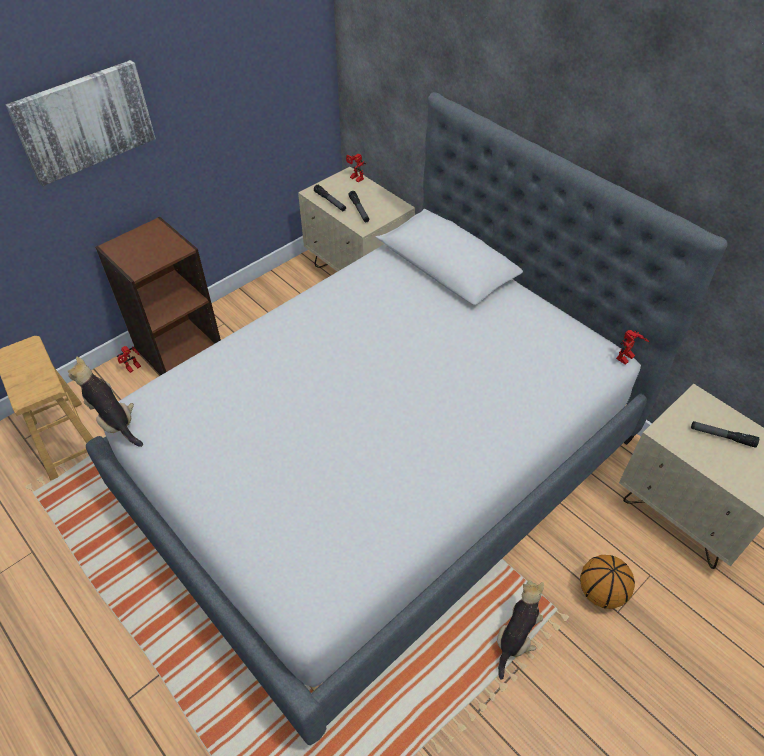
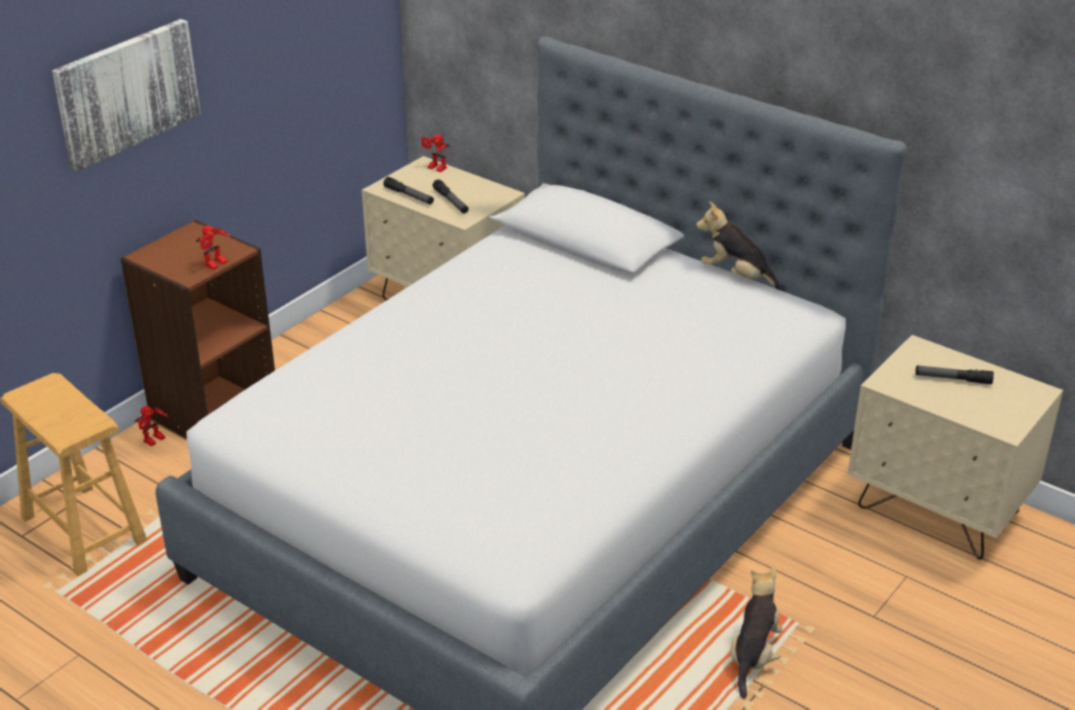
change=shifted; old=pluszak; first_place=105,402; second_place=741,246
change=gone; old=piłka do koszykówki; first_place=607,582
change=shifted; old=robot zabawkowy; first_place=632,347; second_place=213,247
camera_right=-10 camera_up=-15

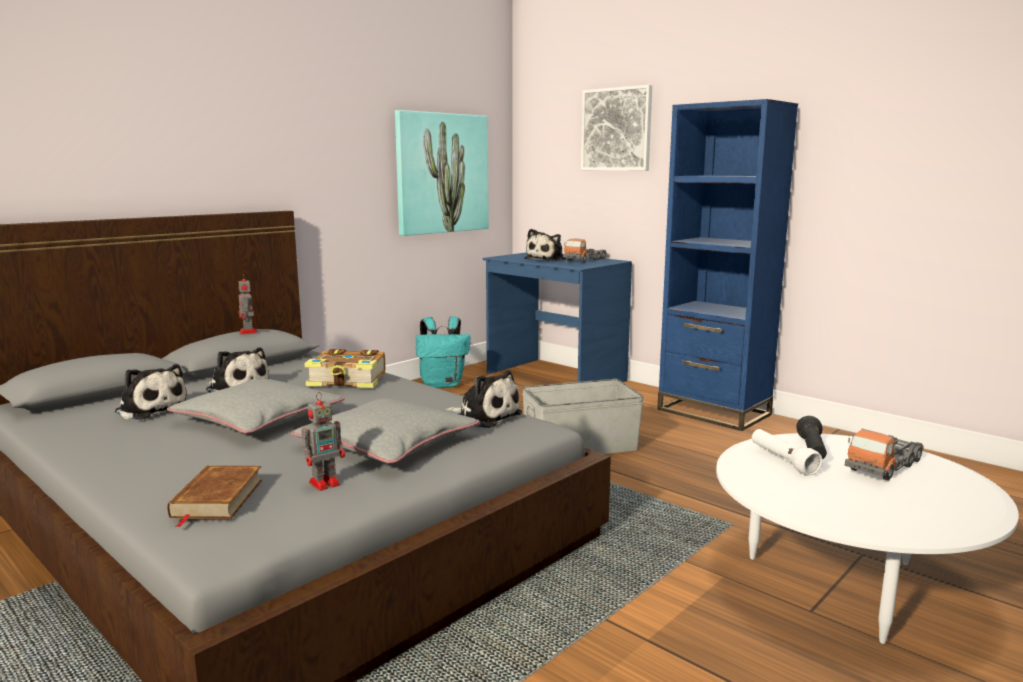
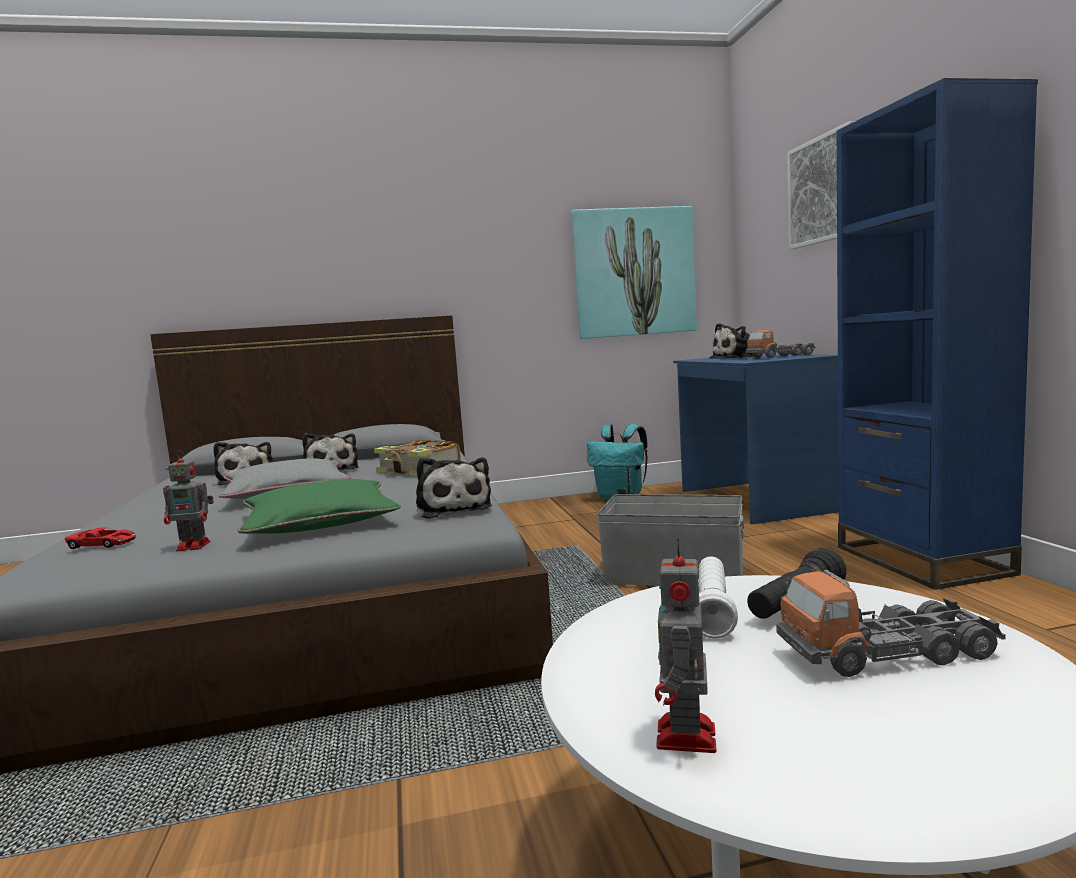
change=swapped; old=książka [brązowy]; new=samochodzik [czerwony]; first_place=214,496; second_place=100,538
change=shifted; old=robot zabawkowy; first_place=247,304; second_place=686,646
change=repainted; old=poduszka [szary]; new=poduszka [zielony]; first_place=385,430; second_place=319,506
camera_right=35 camera_up=-5

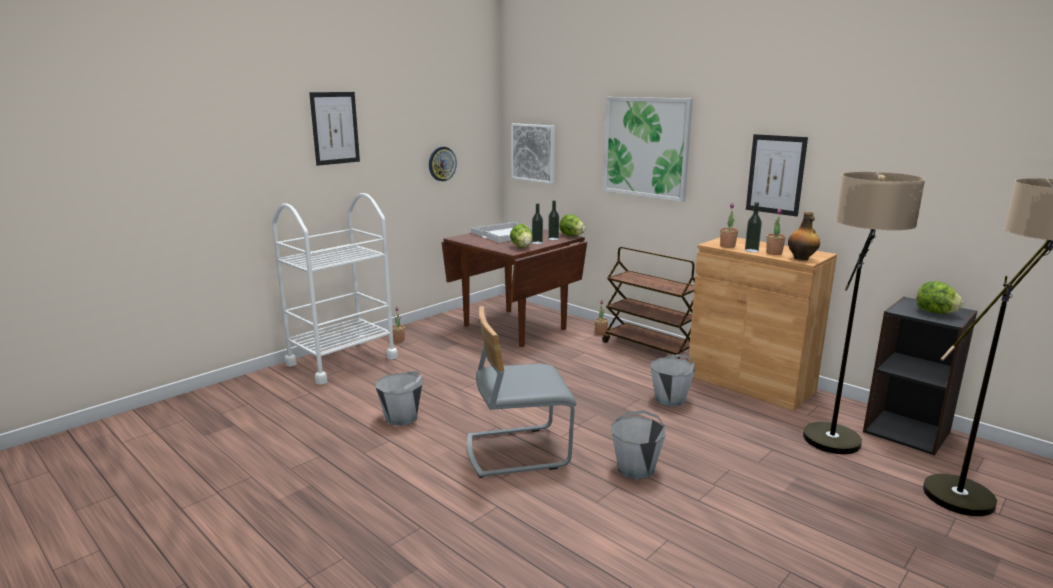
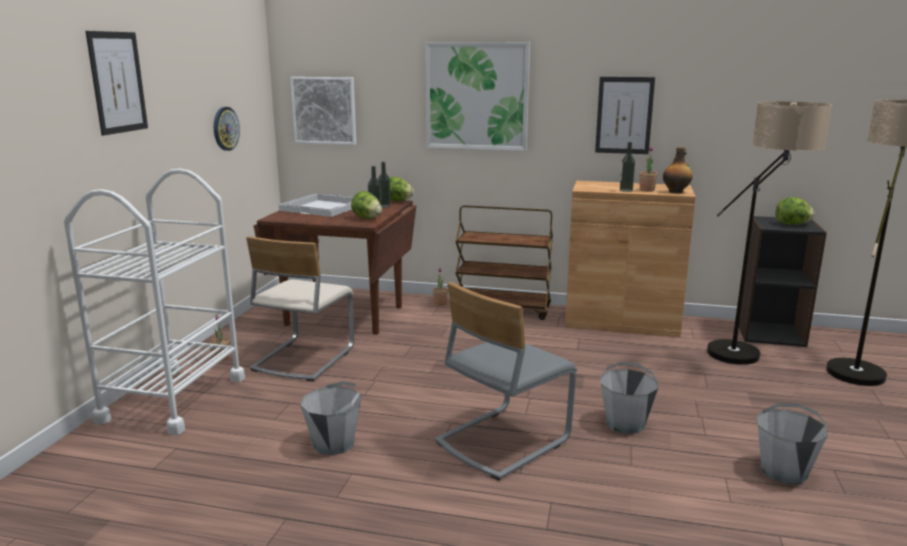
change=shifted; old=wiadro [szary]; first_place=672,380; second_place=792,443
change=gone; old=roślina doniczkowa; first_place=729,225
change=new; new=krzesło [beżowy]; second_place=300,308
camera_right=-30 camera_up=0

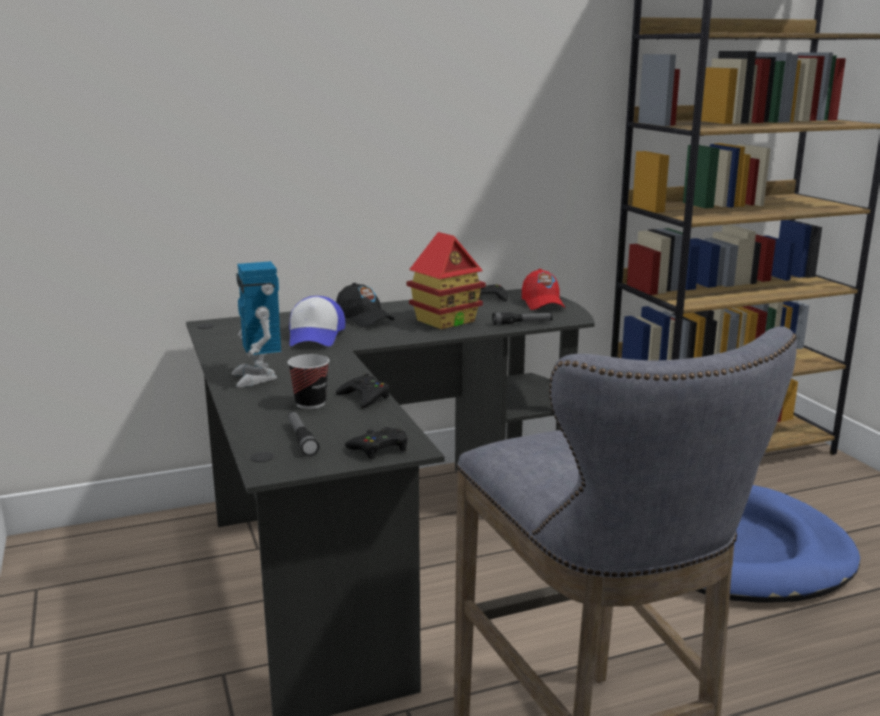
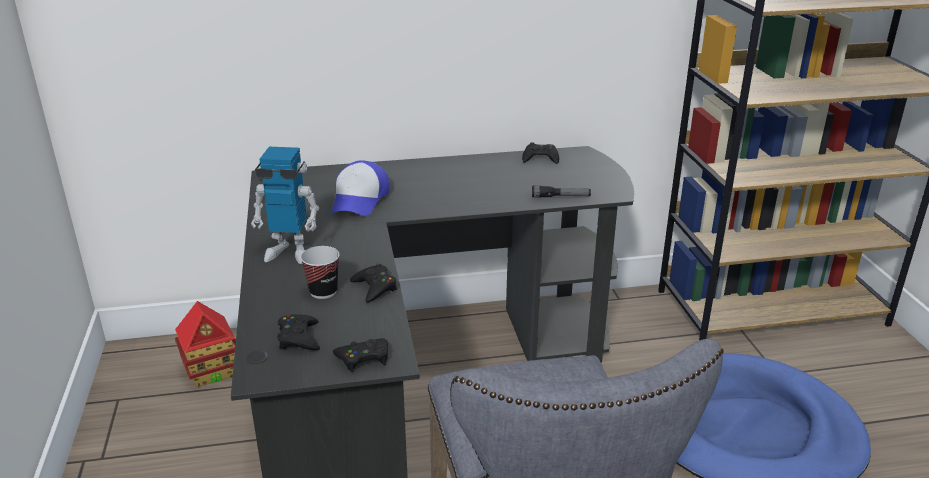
change=rotated; old=robot zabawkowy; first_place=256,324; second_place=285,205; degrees=-75
change=swapped; old=latarka; new=pad do gier [czarny]; first_place=303,433; second_place=298,332
change=gone; old=czapka z daszkiem [czarny]; first_place=365,305
change=shifted; old=domek; first_place=445,280; second_place=205,344
change=gone; old=czapka z daszkiem [czerwony]; first_place=543,289
camera_right=10 camera_up=10

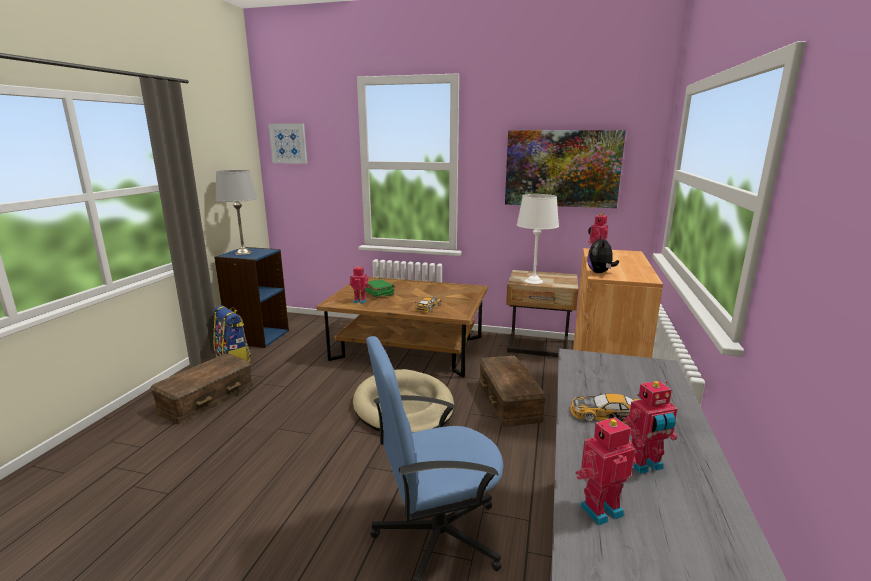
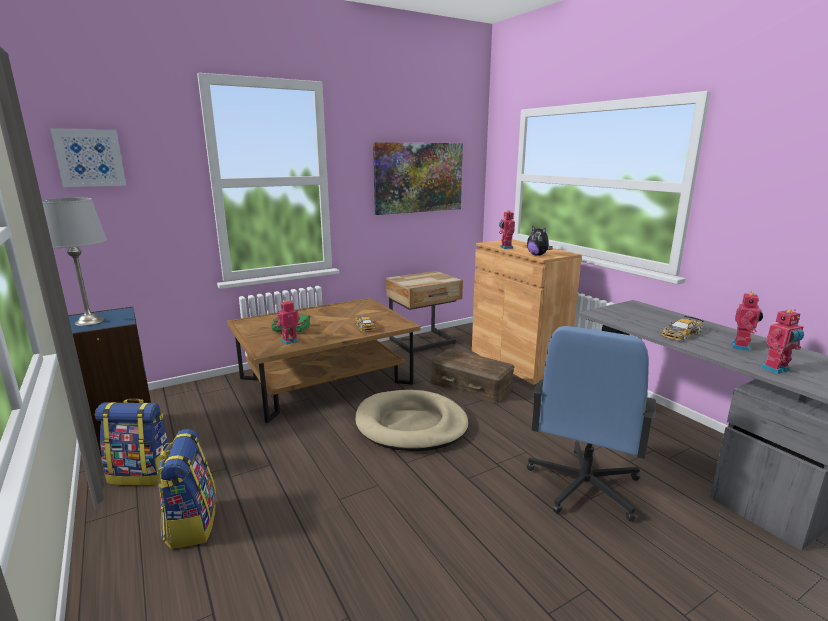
change=swapped; old=pojemnik do przechowywania [brązowy]; new=plecak; first_place=202,389; second_place=186,489
change=gone; old=lampa stołowa [biały]; first_place=538,239
change=rotated; old=robot zabawkowy; first_place=605,471; second_place=782,341; degrees=-135
camera_right=-45 camera_up=0

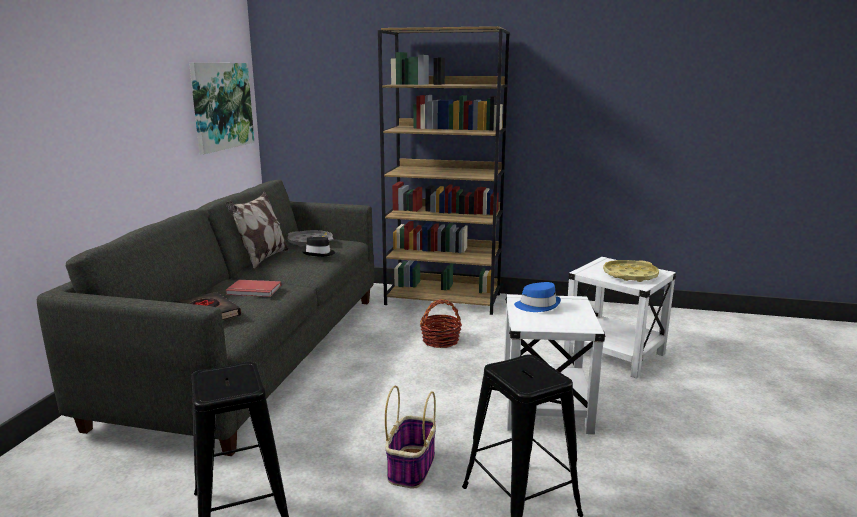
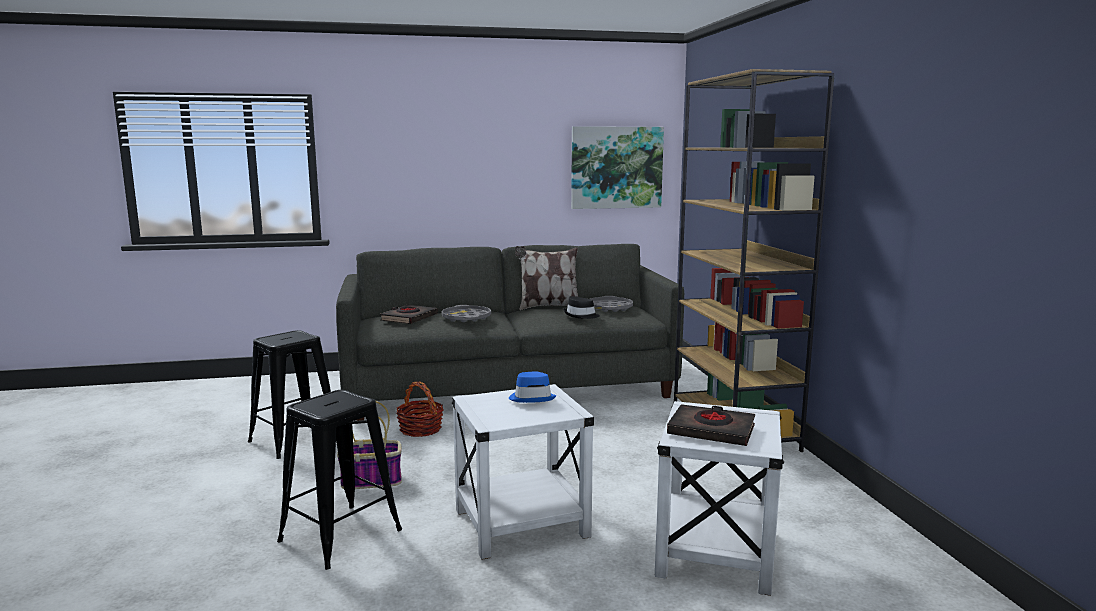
change=swapped; old=książka [czerwony]; new=taca [szary]; first_place=253,288; second_place=466,313
change=shifted; old=koszyk; first_place=441,323; second_place=420,409
change=swapped; old=taca [żółty]; new=książka [czarny]; first_place=631,271; second_place=711,425
camera_right=65 camera_up=-5

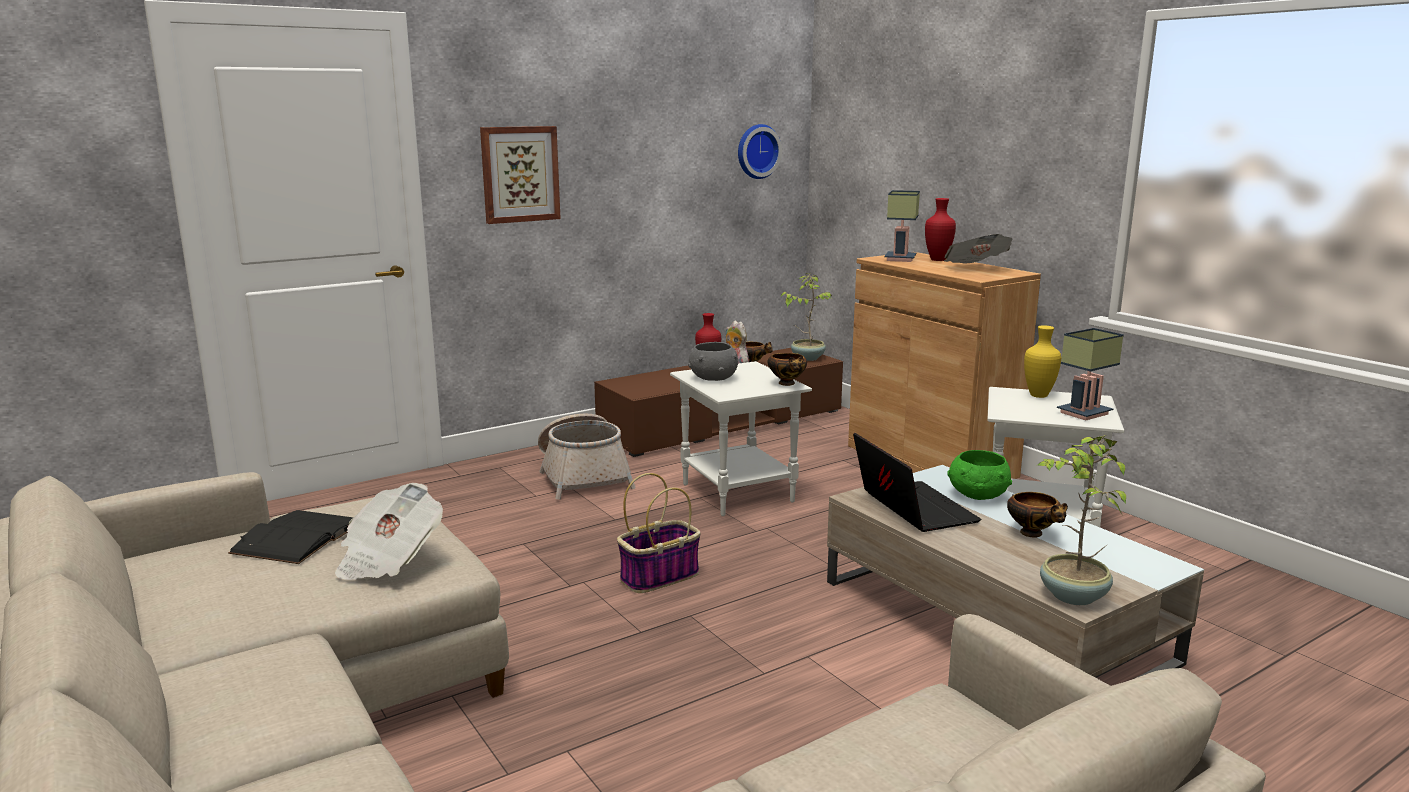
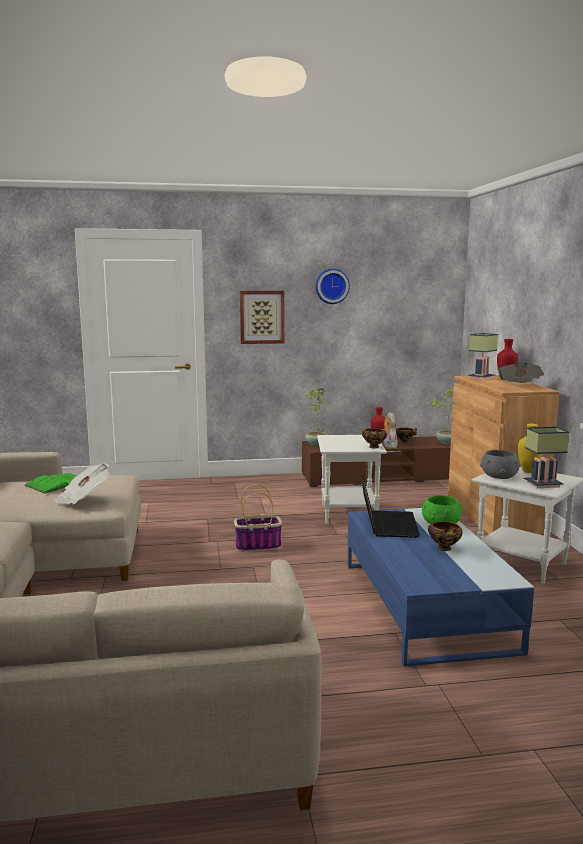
change=repainted; old=książka [czarny]; new=książka [zielony]; first_place=290,537; second_place=50,483
change=gone; old=koszyk; first_place=587,457
change=shifted; old=miska [szary]; first_place=713,361; second_place=500,464
change=shifted; old=zegar ścienny; first_place=760,151; second_place=333,286
change=repainted; old=ława [beżowy]; new=ława [niebieski]; first_place=1015,572; second_place=441,587
change=shifted; old=roślina doniczkowa; first_place=1082,520; second_place=316,417
camera_right=25 camera_up=-5

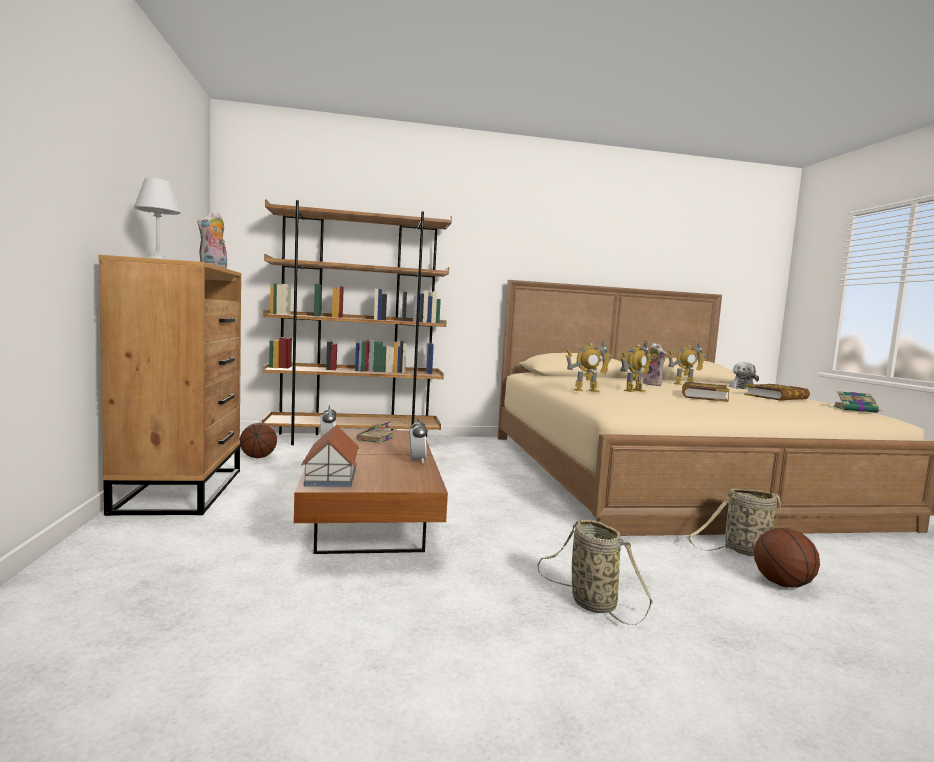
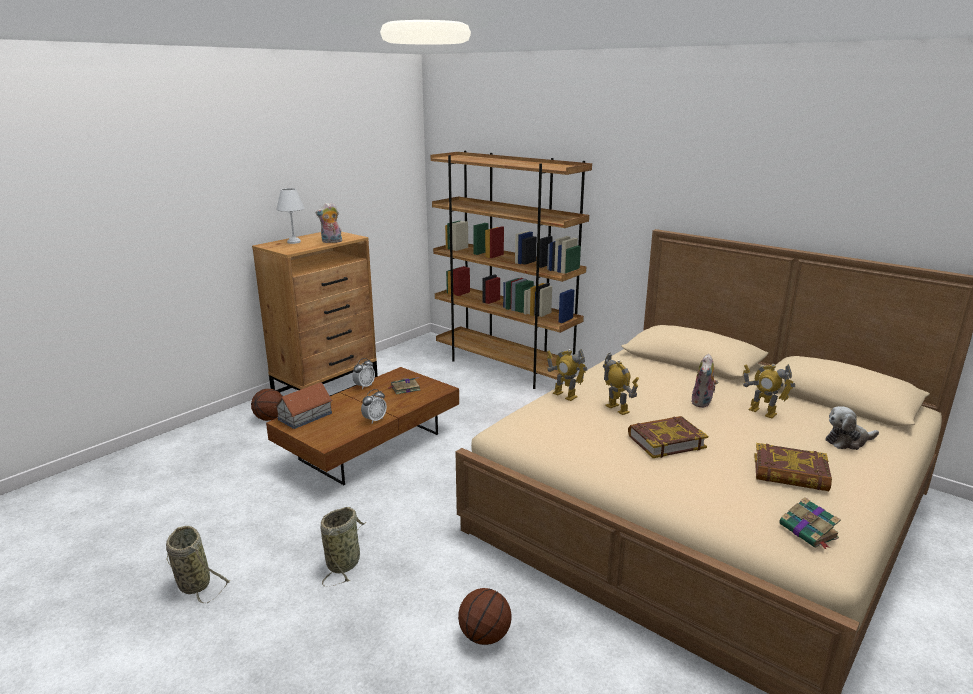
change=shifted; old=piłka do koszykówki; first_place=258,440; second_place=267,405
change=rotated; old=robot zabawkowy; first_place=636,366; second_place=621,384; degrees=-135
change=shifted; old=koszyk; first_place=734,522; second_place=198,564
camera_right=50 camera_up=15

